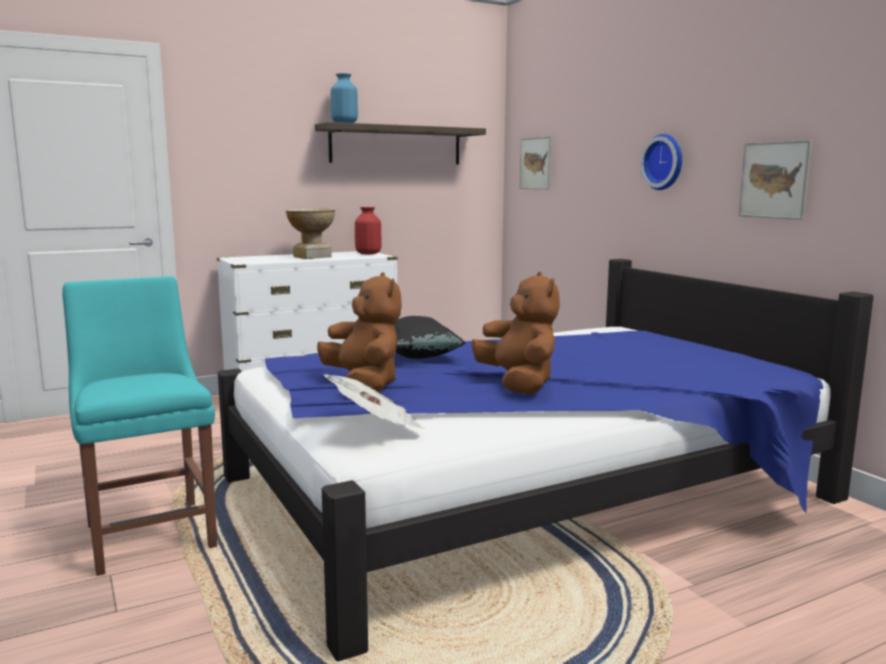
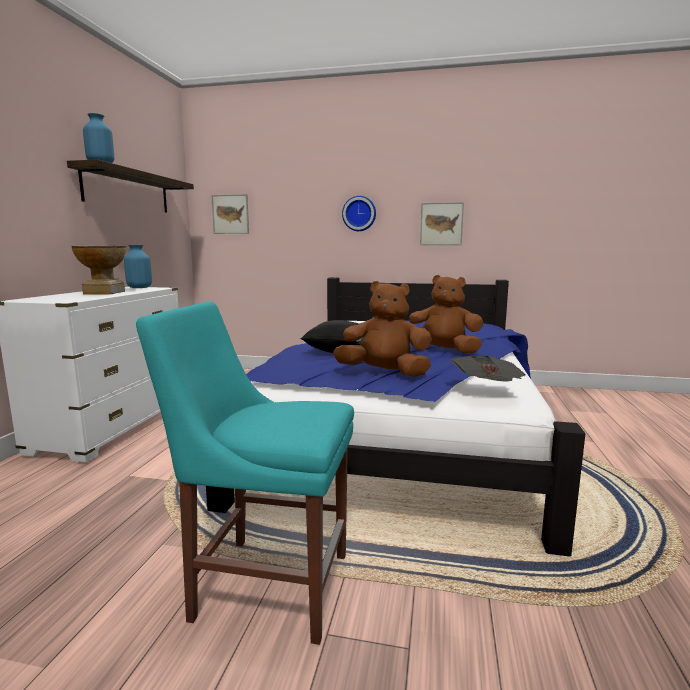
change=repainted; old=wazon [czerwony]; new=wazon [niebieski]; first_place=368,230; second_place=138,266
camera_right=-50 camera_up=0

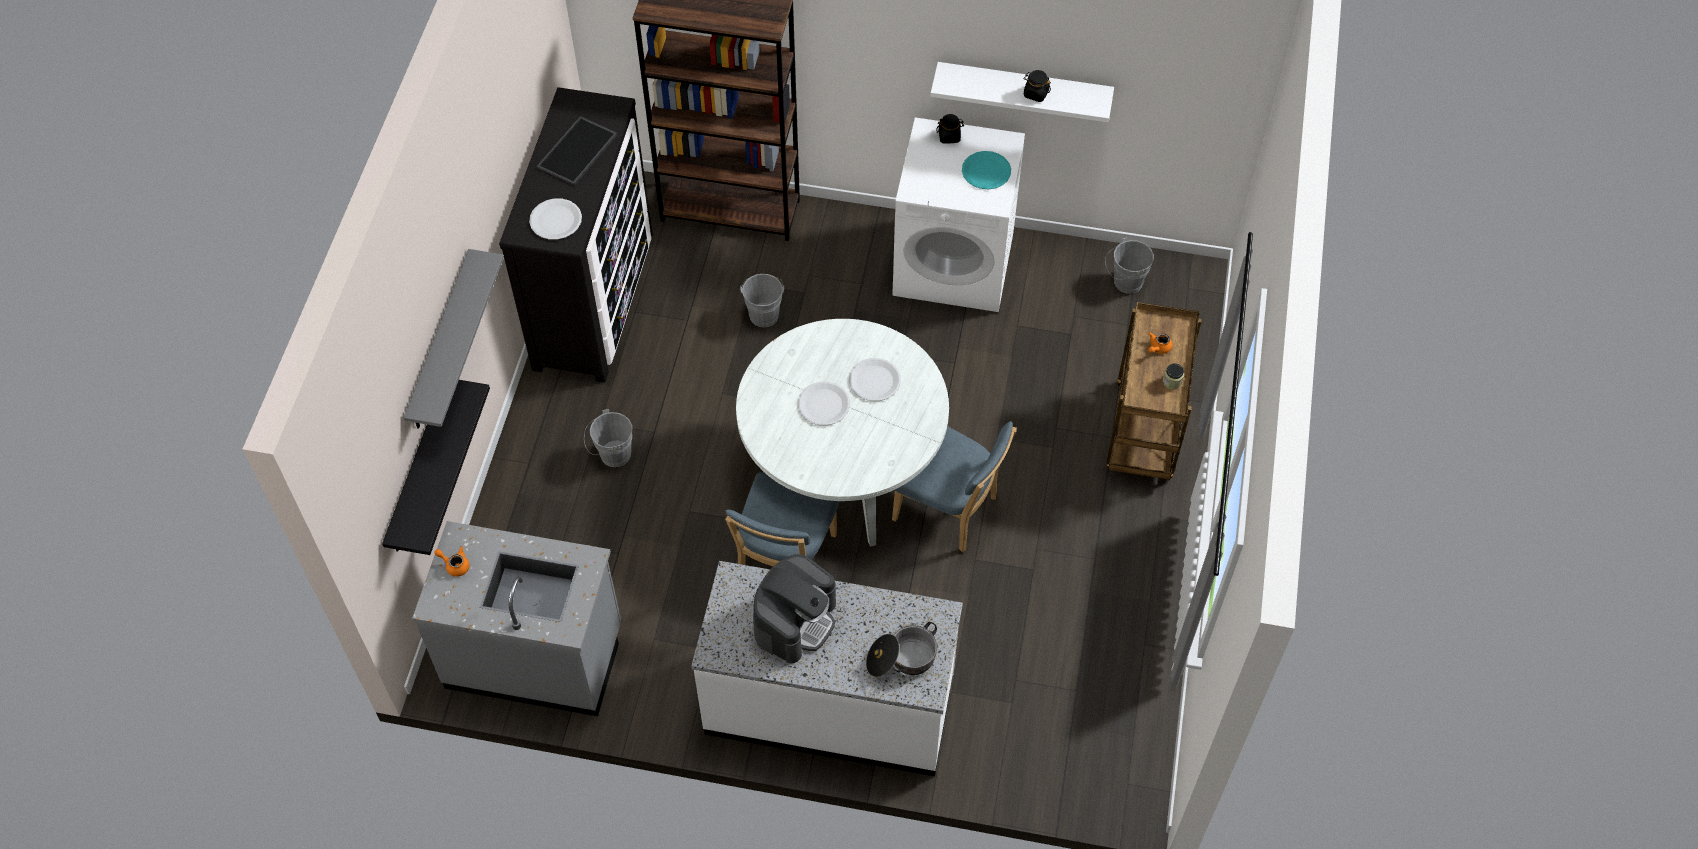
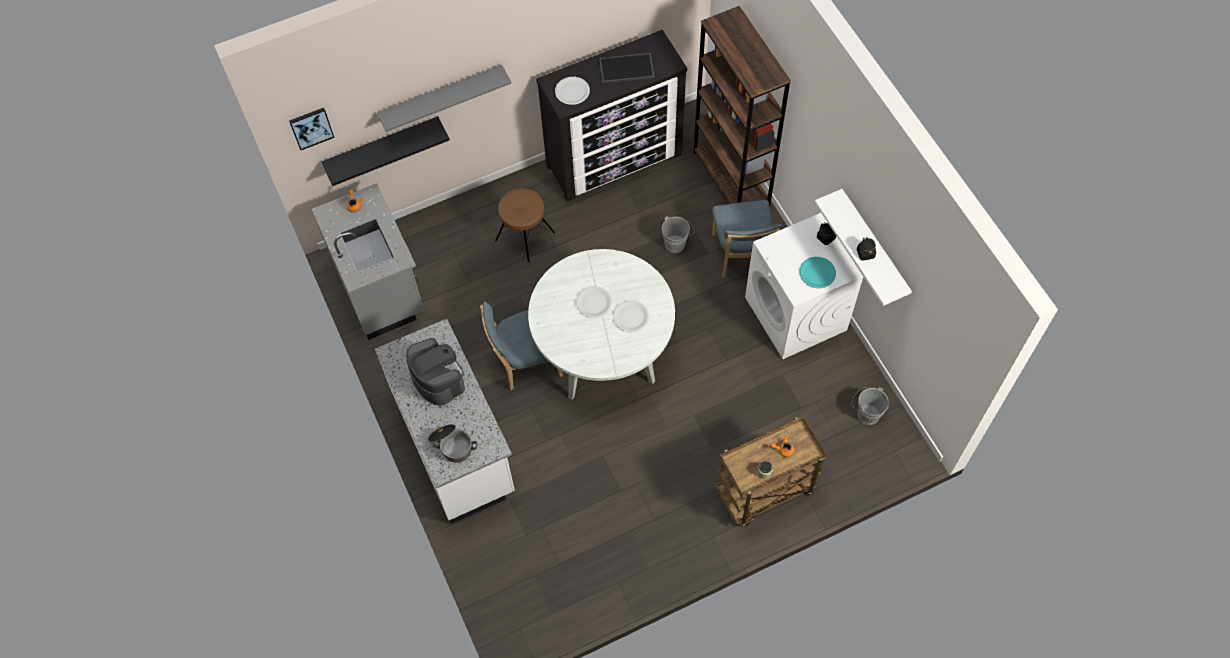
change=swapped; old=wiadro [szary]; new=stołek [brązowy]; first_place=608,438; second_place=525,225
change=rotated; old=ekspres do kawy; first_place=794,608; second_place=435,371; degrees=-120
change=shifted; old=krzesło [niebieski]; first_place=954,486; second_place=746,238
change=new; new=obraz; second_place=311,129
camera_right=55 camera_up=5

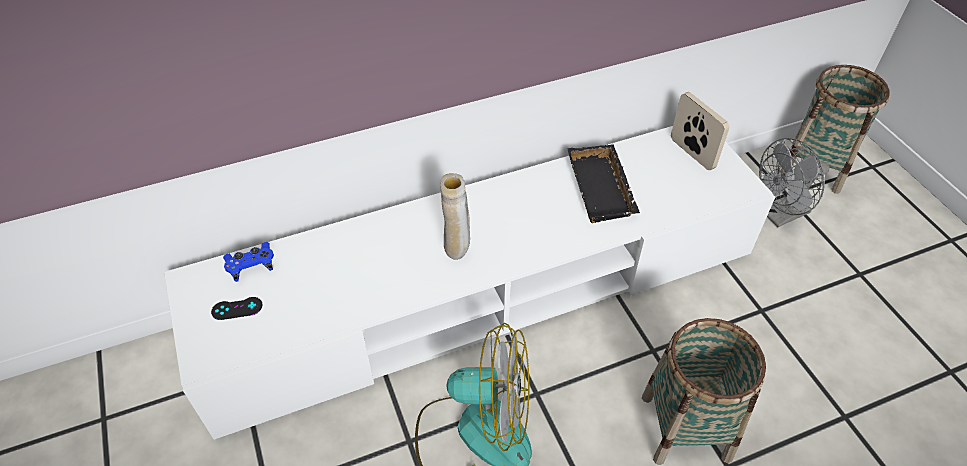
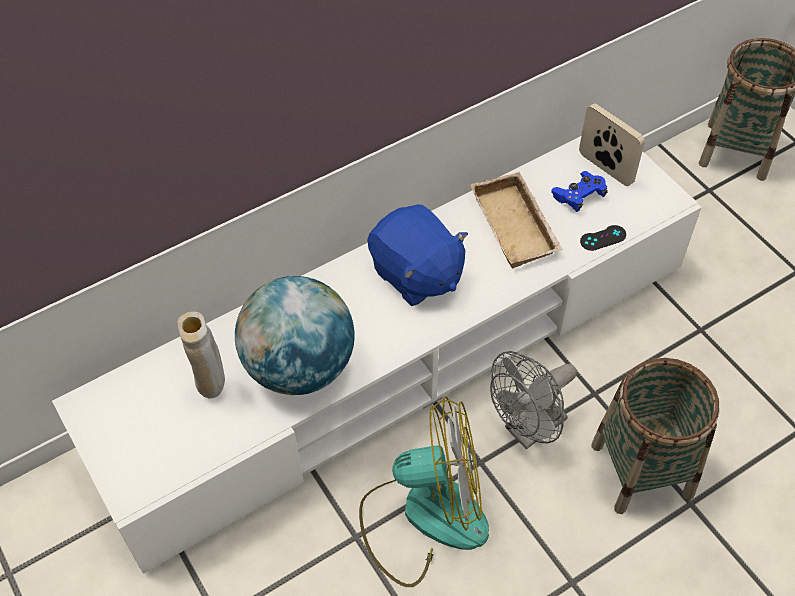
change=shifted; old=pad do gier [czarny]; first_place=236,308; second_place=603,238
change=shifted; old=pad do gier [niebieski]; first_place=248,262; second_place=579,191
change=shifted; old=wazon [beżowy]; first_place=455,216; second_place=201,355
change=repainted; old=taca [czarny]; new=taca [beżowy]; first_place=604,183; second_place=516,220
change=shifted; old=wentylator [szary]; first_place=794,182; second_place=533,400
change=new; new=globus; second_place=295,335
change=new; new=pluszak [niebieski]; second_place=417,255
camera_right=-10 camera_up=5

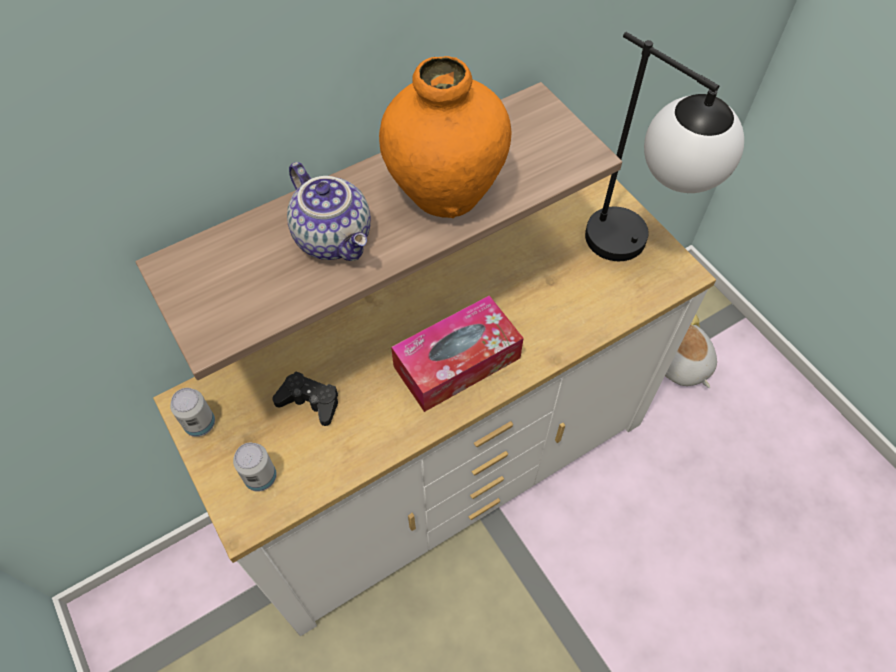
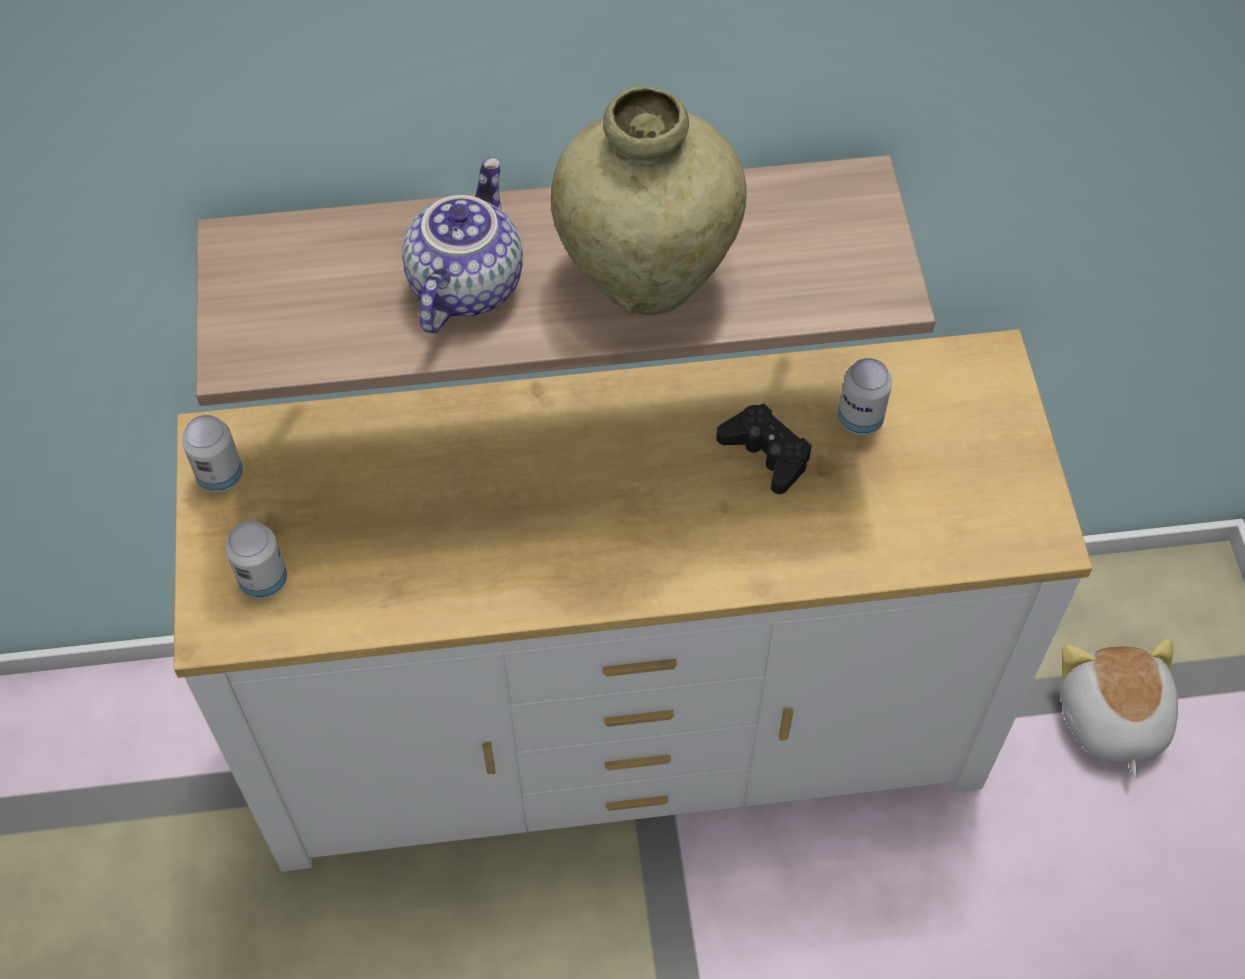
change=shifted; old=pad do gier [czarny]; first_place=305,398; second_place=764,449
change=rotated; old=imbryk; first_place=329,211; second_place=462,245; degrees=-150
change=repainted; old=wazon [pomarańczowy]; new=wazon [beżowy]; first_place=445,137; second_place=649,200
change=gone; old=pudełko chusteczek; first_place=457,353
change=gone; old=lampa stołowa; first_place=664,146
change=new; new=puszka; second_place=865,396
camera_right=25 camera_up=0

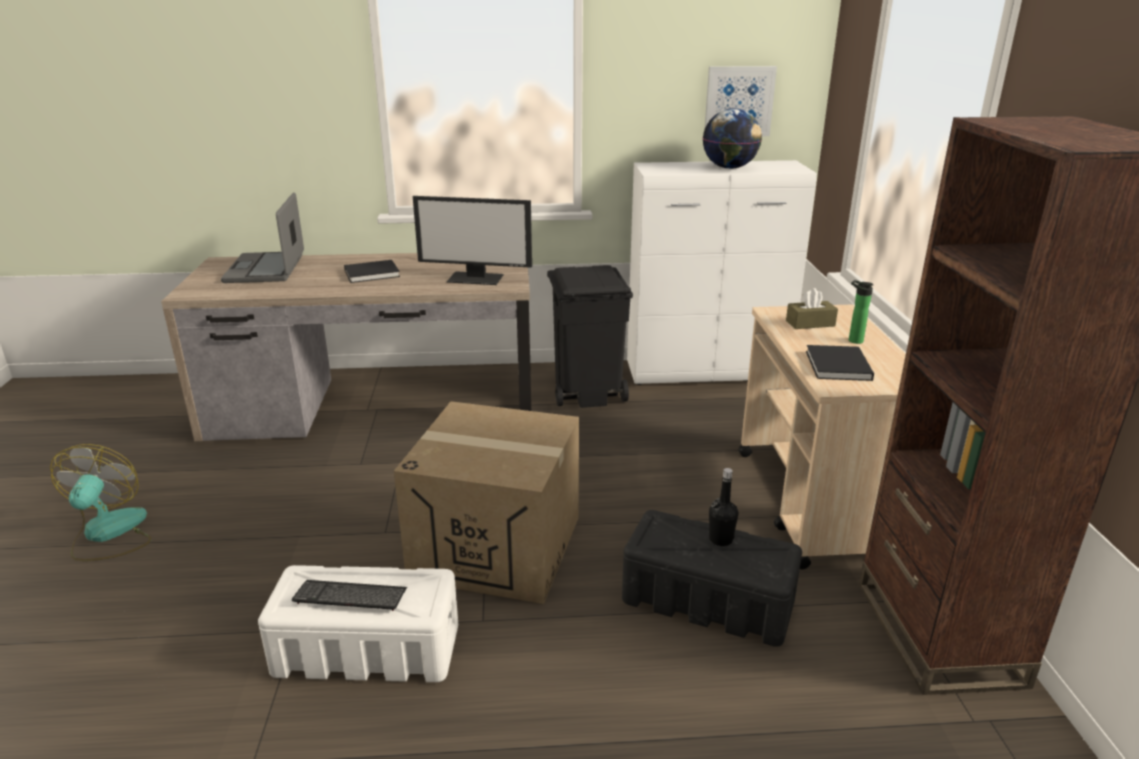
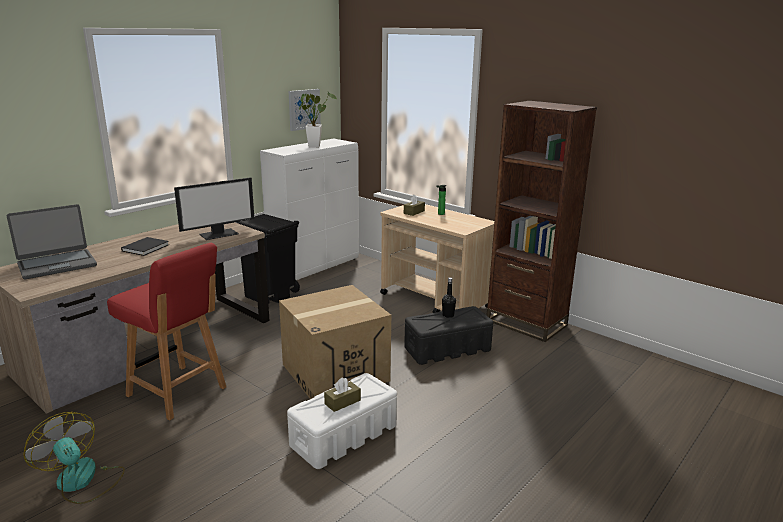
change=rotated; old=laptop; first_place=262,238; second_place=52,241; degrees=-75
change=swapped; old=klawiatura; new=pudełko chusteczek [brązowy]; first_place=349,595; second_place=342,394
change=swapped; old=globus; new=roślina doniczkowa; first_place=732,138; second_place=317,120
change=gone; old=książka [czarny]; first_place=840,363
change=new; new=krzesło [czerwony]; second_place=166,331
camera_right=-45 camera_up=-5

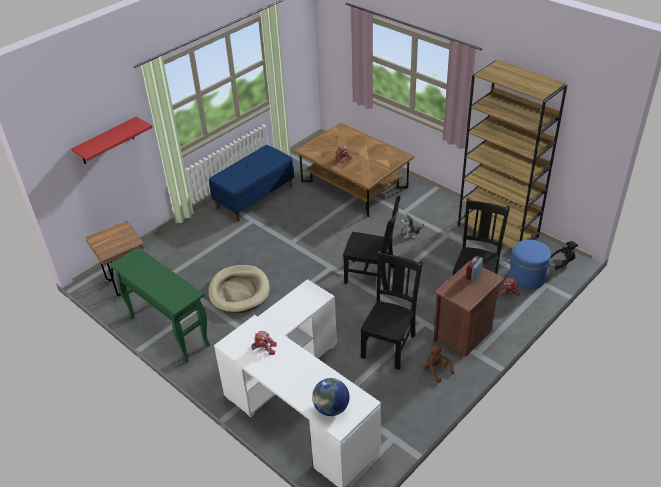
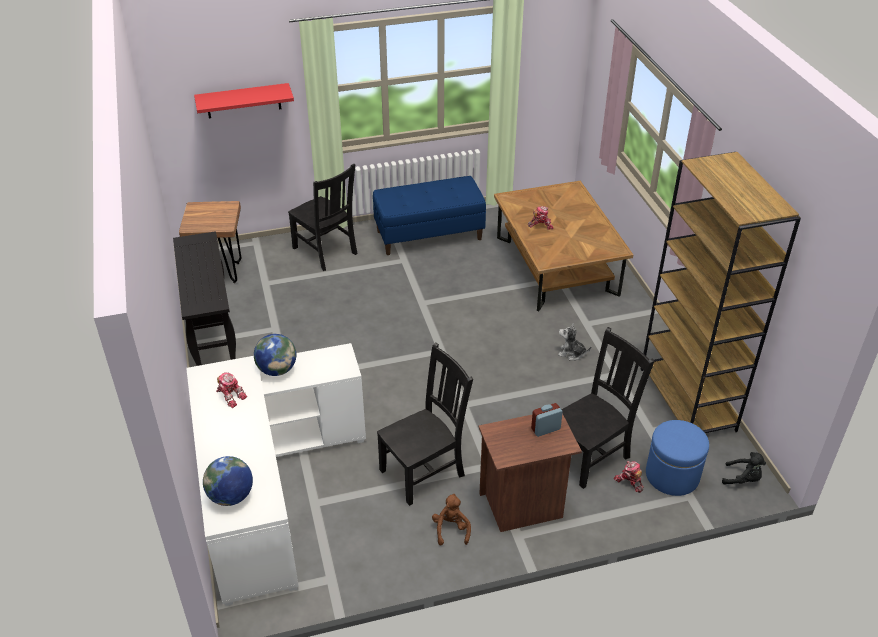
change=repainted; old=stolik konsolowy [zielony]; new=stolik konsolowy [czarny]; first_place=159,305; second_place=204,298
change=gone; old=legowisko [beżowy]; first_place=239,289
change=shifted; old=krzesło [czarny]; first_place=372,243; second_place=322,217
change=new; new=globus; second_place=275,355
camera_right=30 camera_up=0

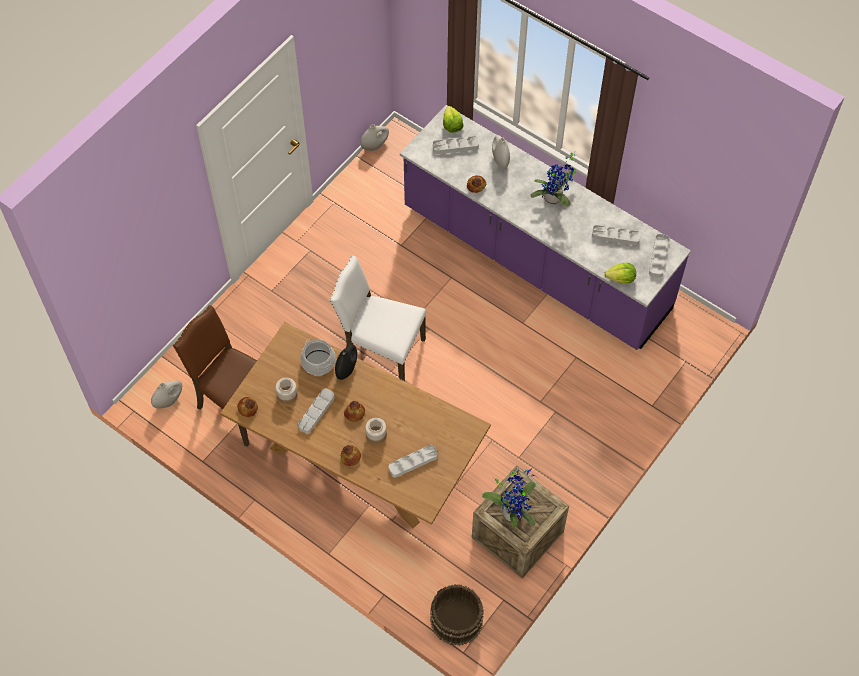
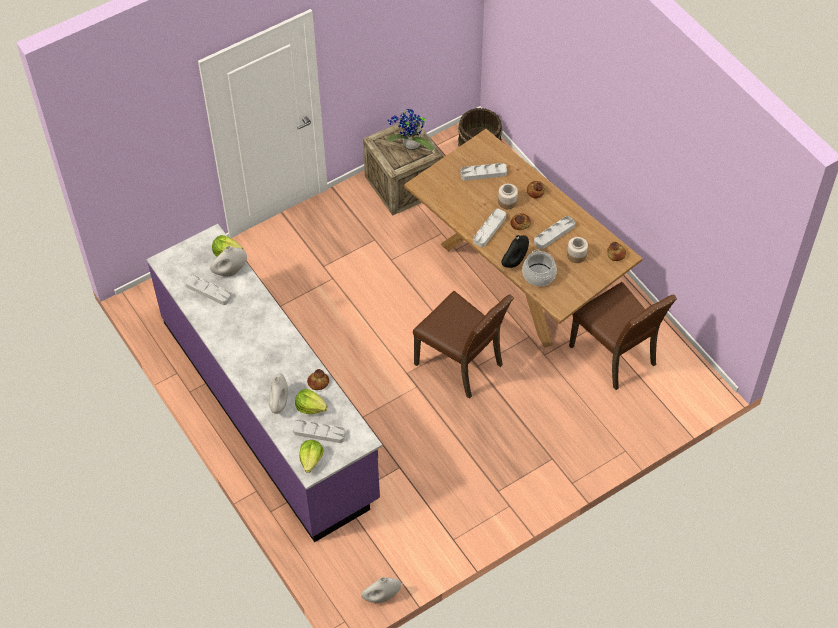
change=shifted; old=wazon [biały]; first_place=166,394; second_place=228,261
change=repainted; old=krzesło [biały]; new=krzesło [brązowy]; first_place=378,318; second_place=463,345
change=gone; old=roślina doniczkowa; first_place=553,179
change=shifted; old=taca [szary]; first_place=659,256; second_place=489,228
change=new; new=sałata; second_place=311,401
camera_right=-160 camera_up=-5

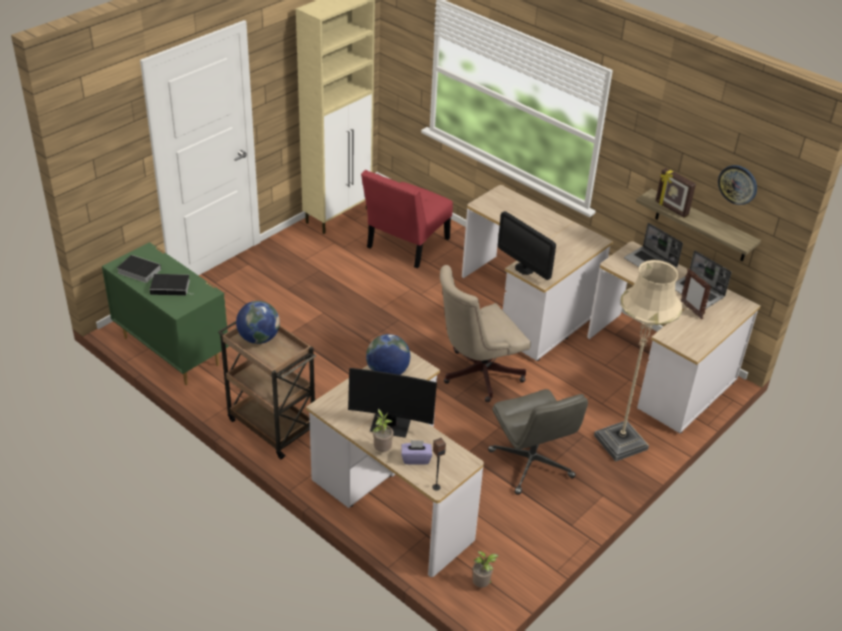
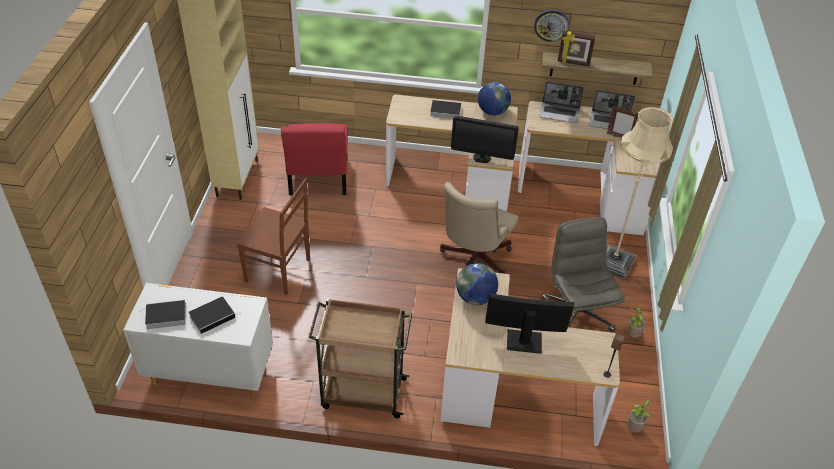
change=repainted; old=komoda [zielony]; new=komoda [biały]; first_place=165,313; second_place=198,341
change=shifted; old=globus; first_place=258,322; second_place=494,99
change=rotated; old=monitor; first_place=392,403; second_place=529,323; degrees=-150
change=shifted; old=roślina doniczkowa; first_place=382,430; second_place=635,322
change=gone; old=pudełko chusteczek [fioletowy]; first_place=416,452
change=rotated; old=krzesło biurowe [szary]; first_place=538,442; second_place=583,274; degrees=-135
change=shifted; old=zegar ścienny; first_place=737,185; second_place=551,26
change=new; new=krzesło [brązowy]; second_place=273,236
change=new; new=książka; second_place=445,109
camera_right=-35 camera_up=5

